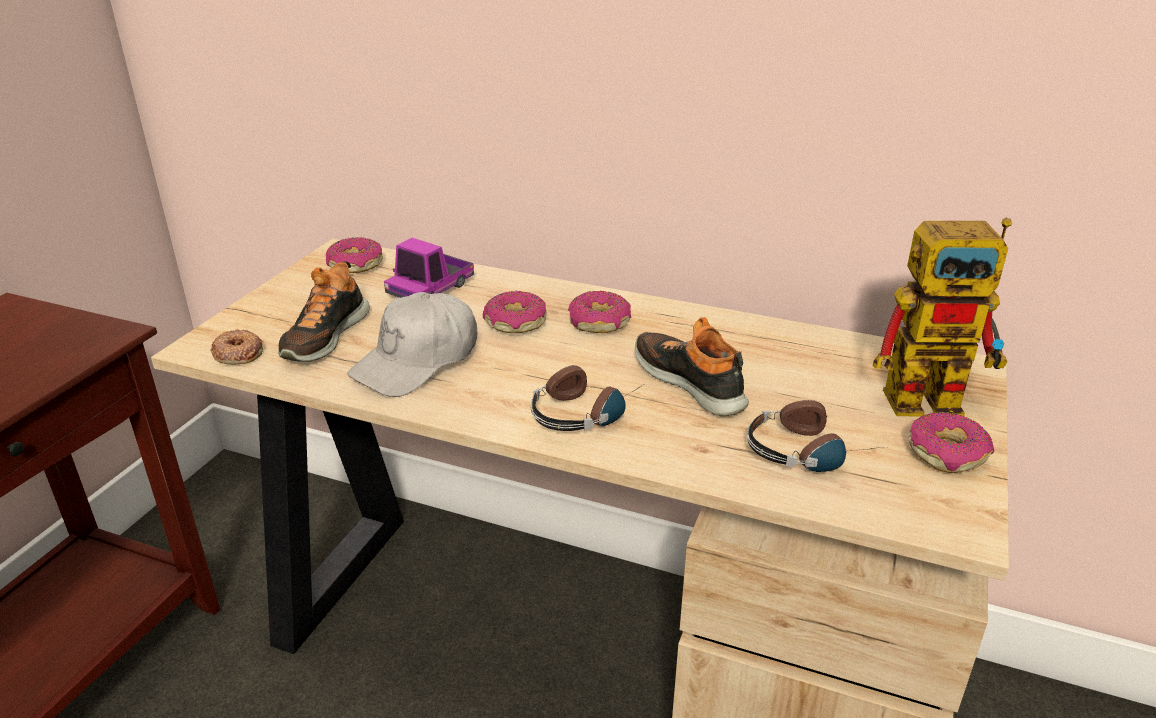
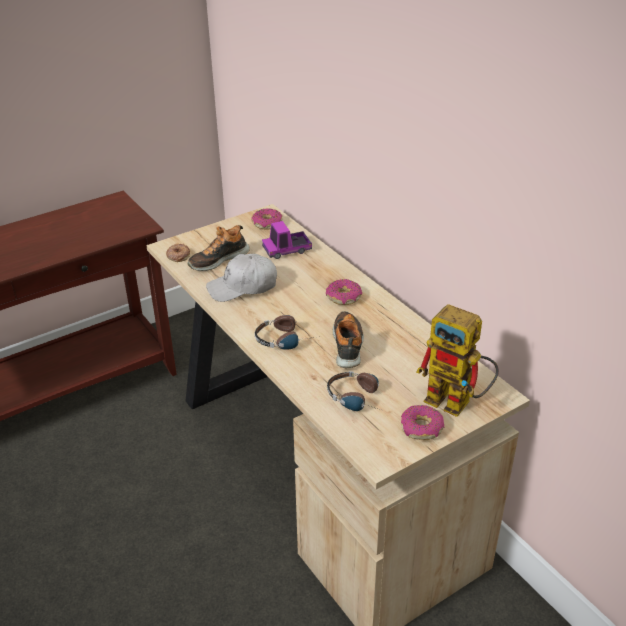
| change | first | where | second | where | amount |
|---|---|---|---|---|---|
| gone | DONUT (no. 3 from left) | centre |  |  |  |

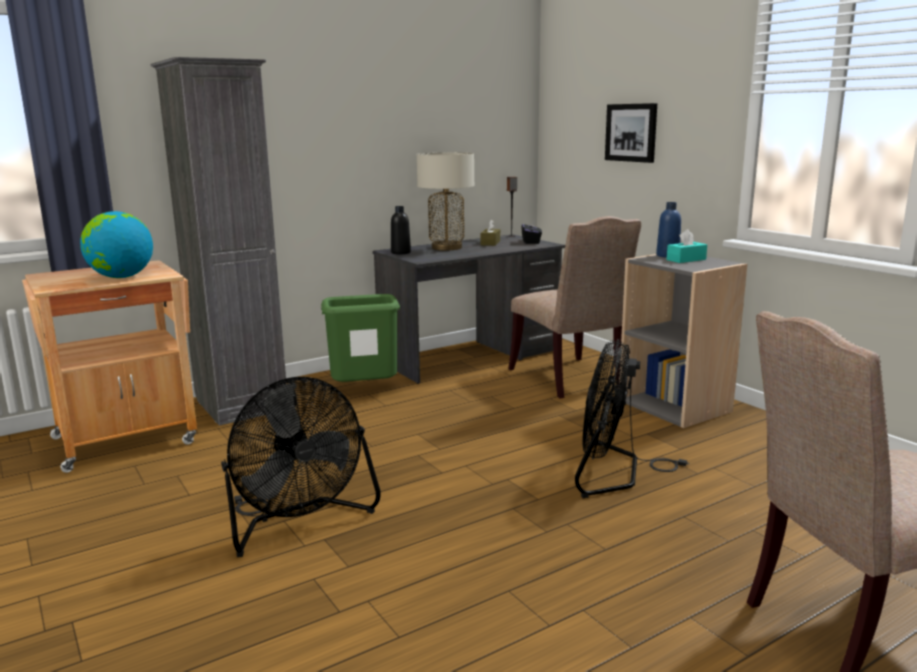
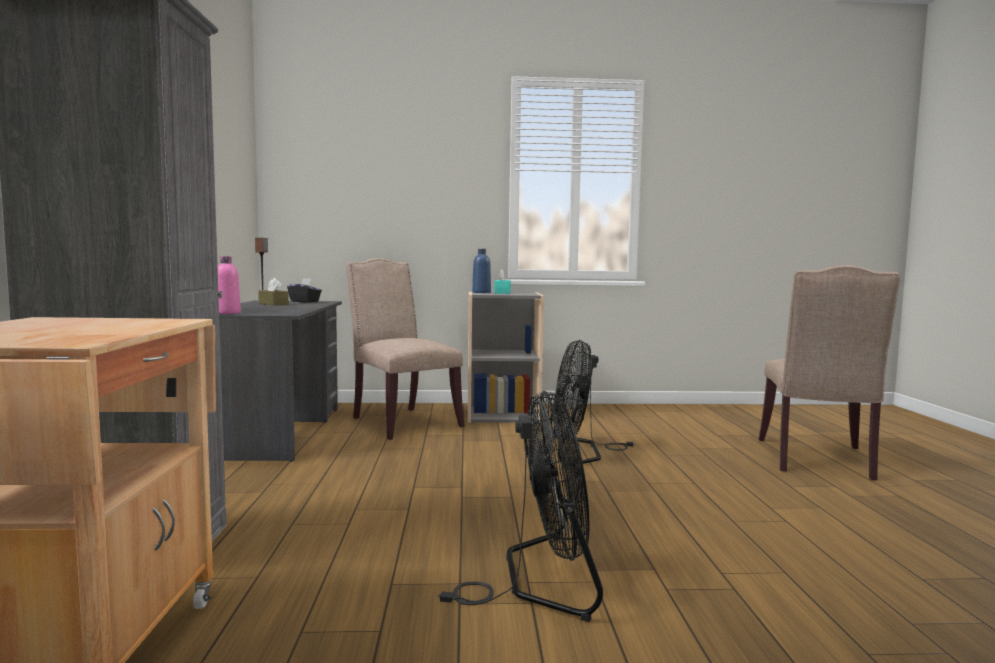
| change | first | where | second | where | amount |
|---|---|---|---|---|---|
| gone | GLOBE | middle left |  |  |  |
| gone | GREEN TRASH CAN | centre |  |  |  |
| gone | TABLE LAMP | top centre |  |  |  |
| gone | PICTURE | top right |  |  |  |
| repainted | BLACK BOTTLE | centre | PINK BOTTLE | middle left |  |
| rotated | BEIGE CHAIR (no. 1 from left) | centre |  | centre | 135 degrees counterclockwise |
| rotated | BLACK FAN (no. 2 from left) | middle right |  | centre | 45 degrees clockwise |

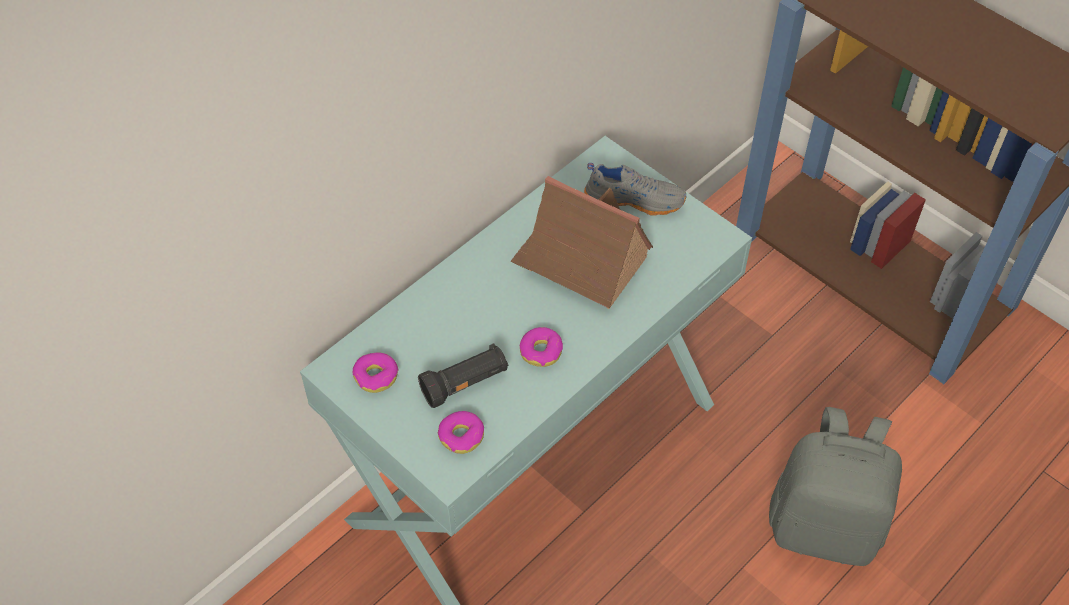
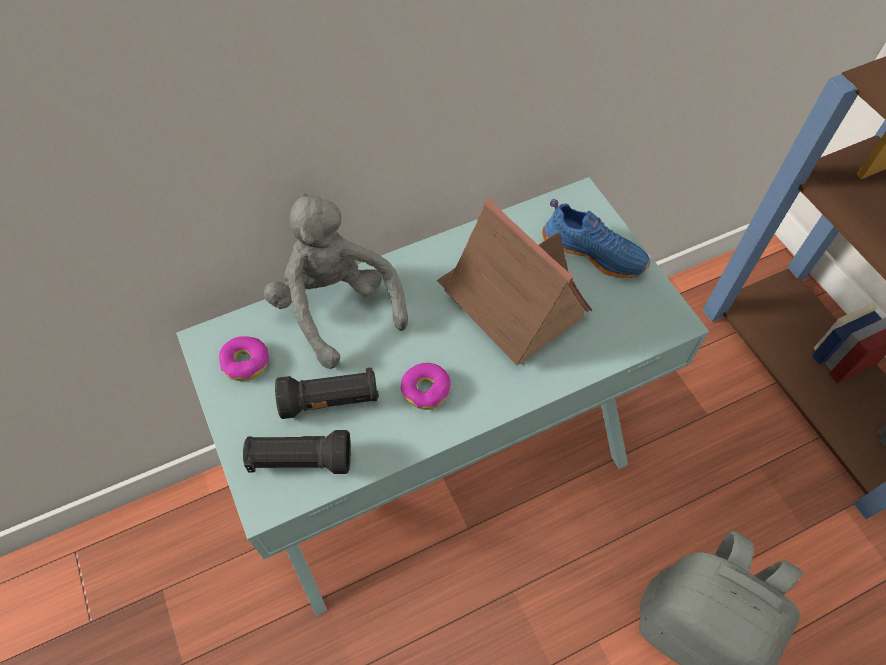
| change | first | where | second | where | amount |
|---|---|---|---|---|---|
| new |  |  | GREY PLUSH TOY | centre |  |
| swapped | DONUT (no. 2 from left) | bottom centre | BLACK FLASHLIGHT (no. 1 from left) | bottom centre |  |
| repainted | GREY SHOE | top centre | BLUE SHOE | middle right |  |

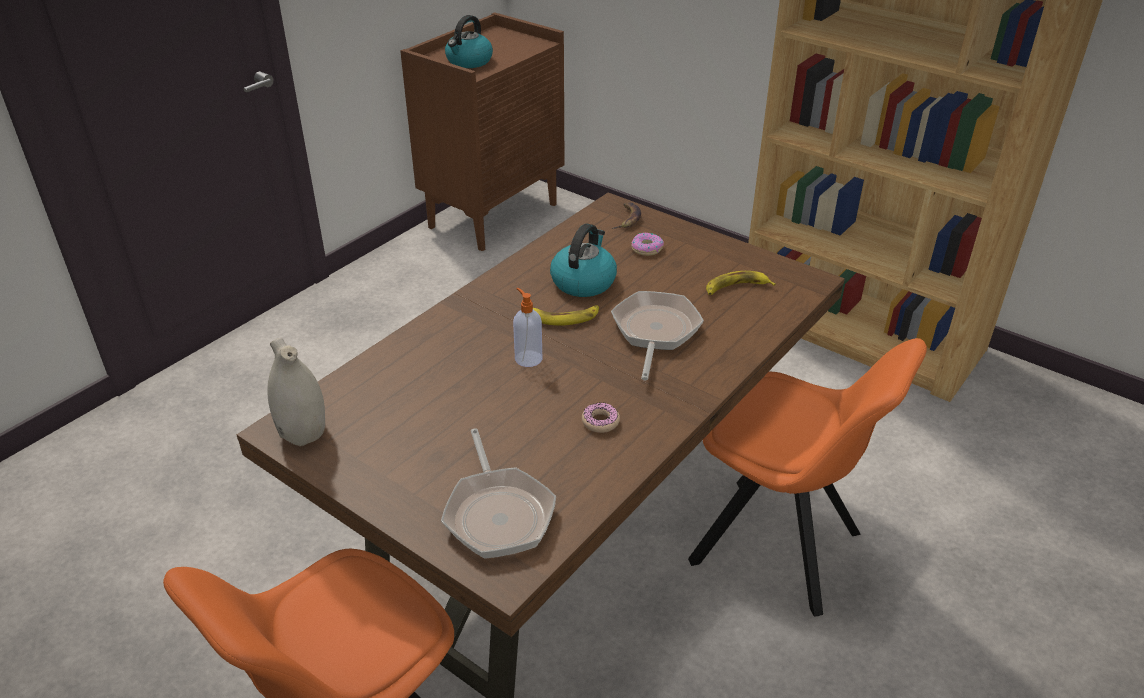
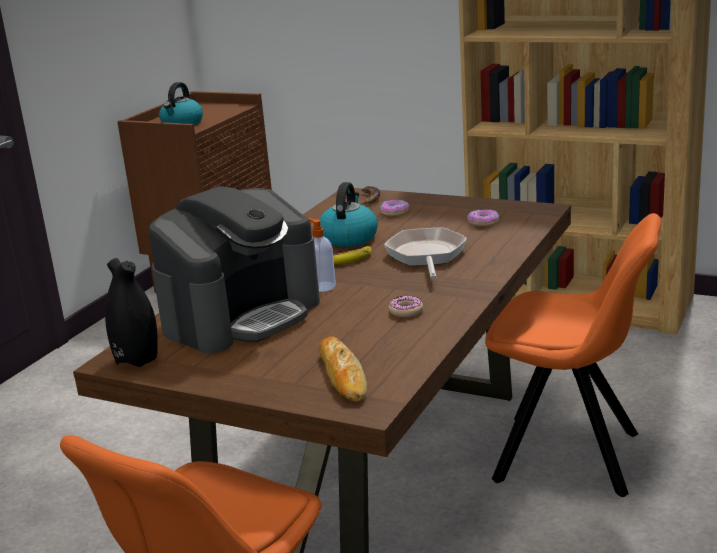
| change | first | where | second | where | amount |
|---|---|---|---|---|---|
| new |  |  | COFFEE MACHINE | middle left |  |
| swapped | FRYING PAN (no. 1 from left) | bottom centre | BREAD | bottom centre |  |
| swapped | BANANA (no. 3 from left) | centre | DONUT (no. 3 from left) | middle right |  |
| repainted | WHITE VASE | middle left | BLACK VASE | middle left |  |

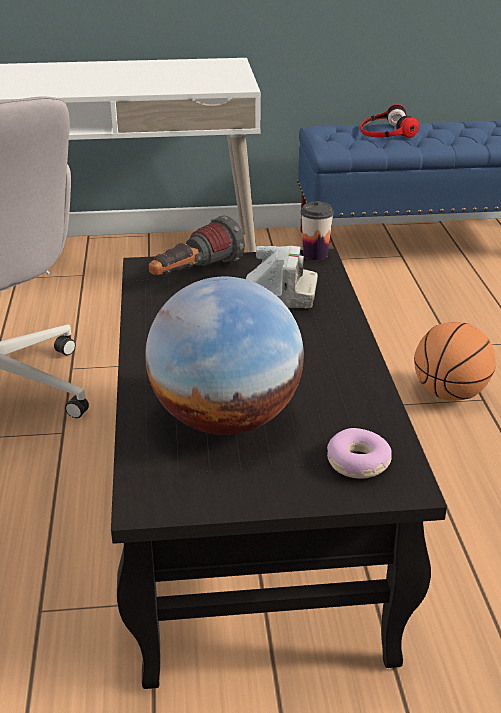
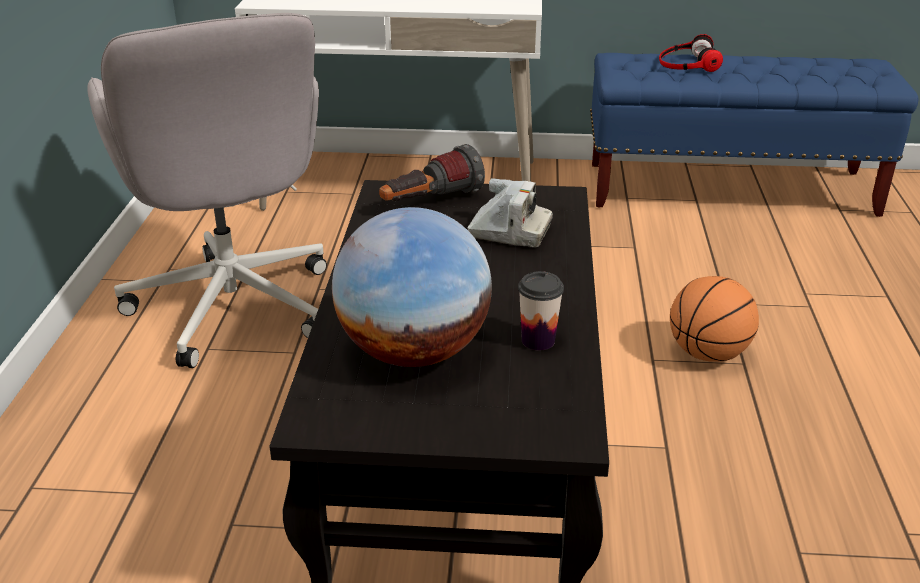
| change | first | where | second | where | amount |
|---|---|---|---|---|---|
| gone | DONUT | middle right |  |  |  |
| shifted | CUP | top centre |  | centre |  |

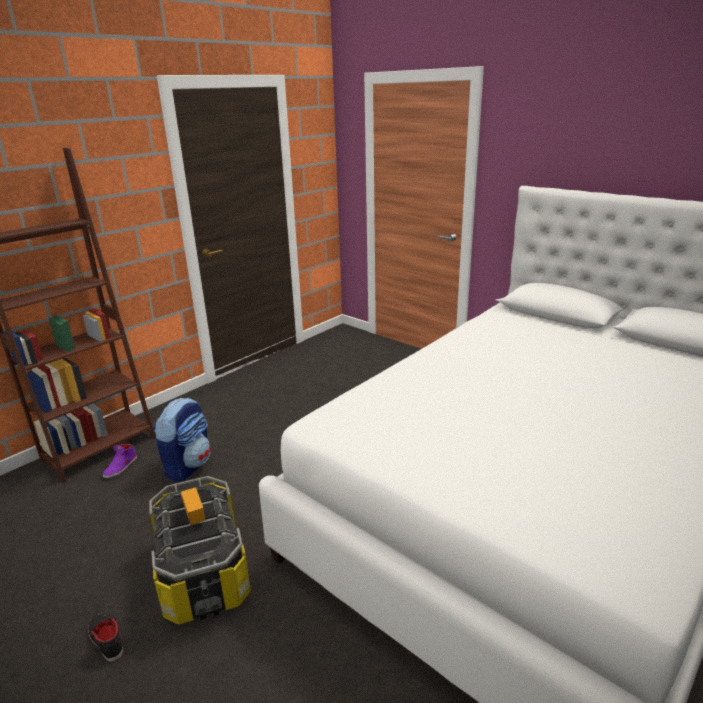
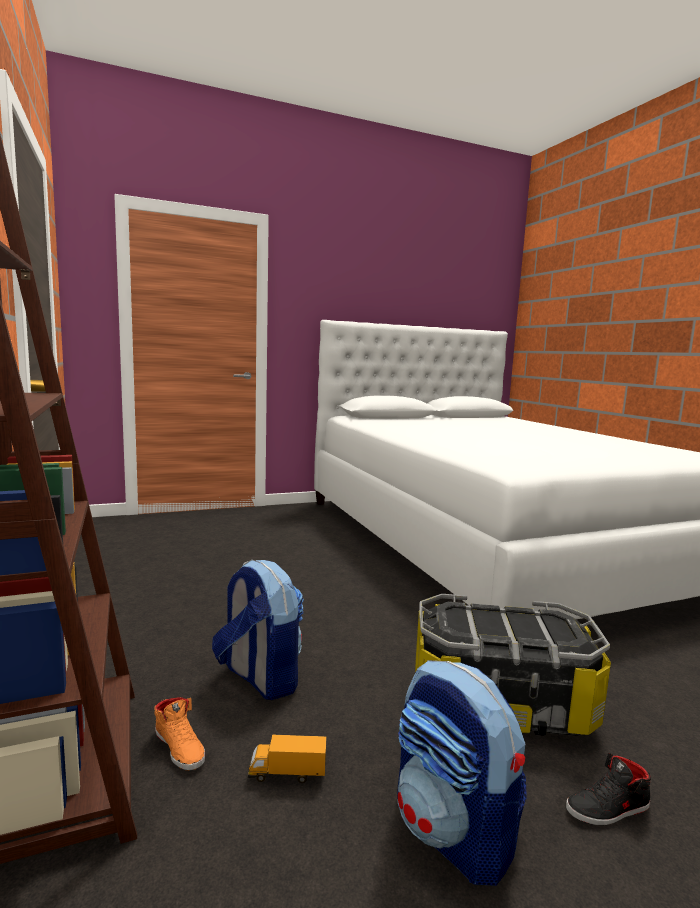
| change | first | where | second | where | amount |
|---|---|---|---|---|---|
| new |  |  | BACKPACK (no. 2 from left) | bottom centre |  |
| shifted | TOY TRUCK | bottom left |  | bottom centre |  |
| repainted | PURPLE SHOE | middle left | ORANGE SHOE | bottom left |  |

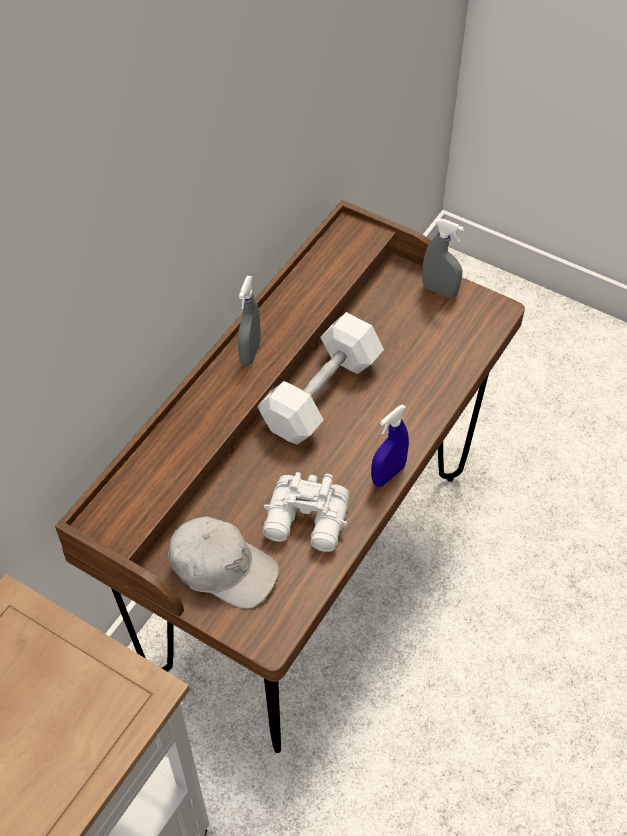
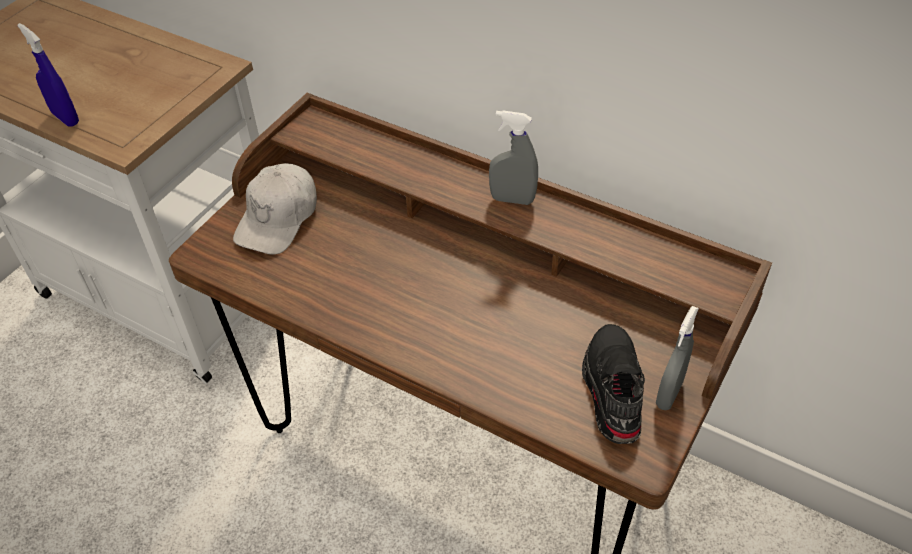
| change | first | where | second | where | amount |
|---|---|---|---|---|---|
| gone | WHITE DUMBBELL | centre |  |  |  |
| gone | WHITE BINOCULARS | centre |  |  |  |
| new |  |  | BLACK SHOE | bottom right |  |
| shifted | BLUE SPRAY BOTTLE | centre |  | top left |  |

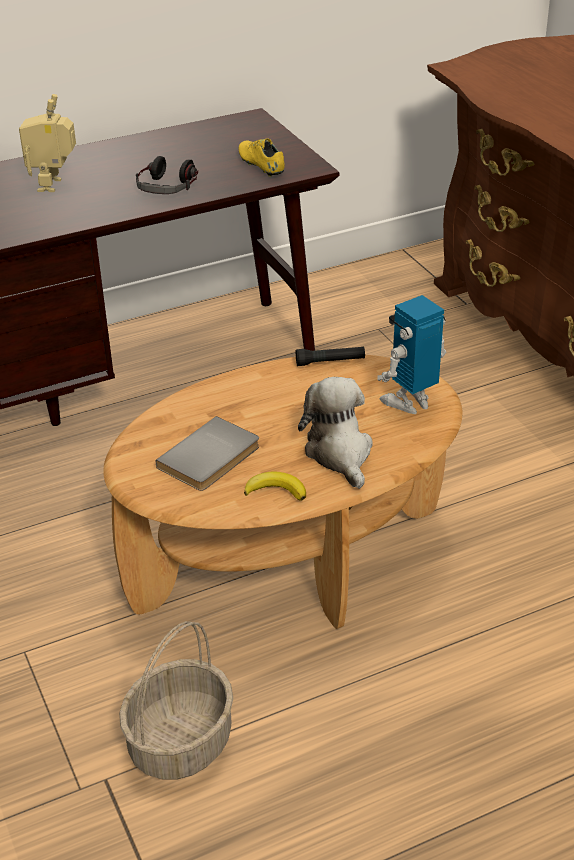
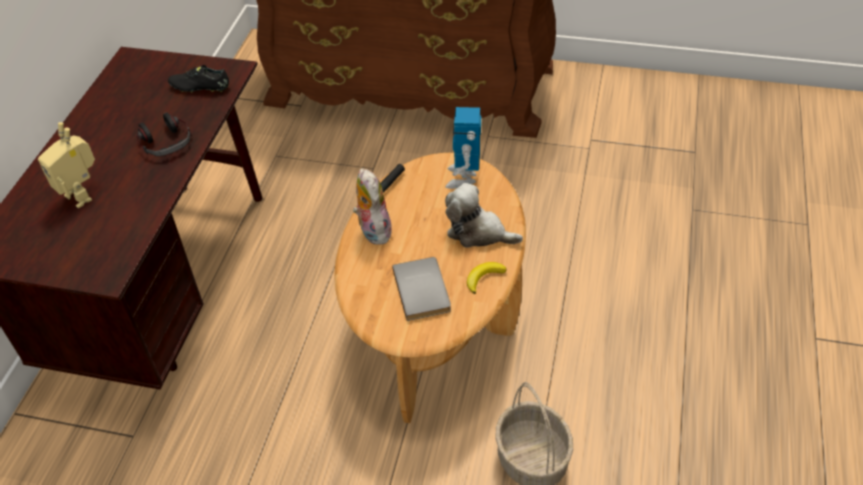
| change | first | where | second | where | amount |
|---|---|---|---|---|---|
| new |  |  | PLUSH TOY (no. 1 from left) | centre |  |
| repainted | YELLOW SHOE | top centre | BLACK SHOE | top left |  |

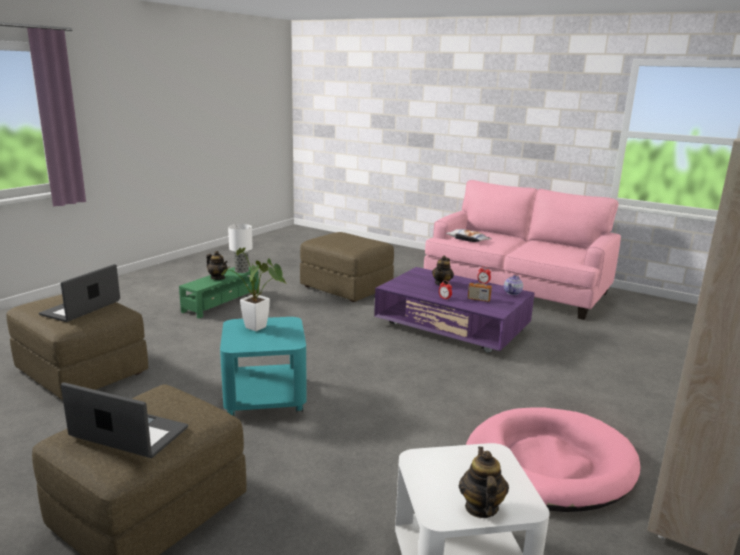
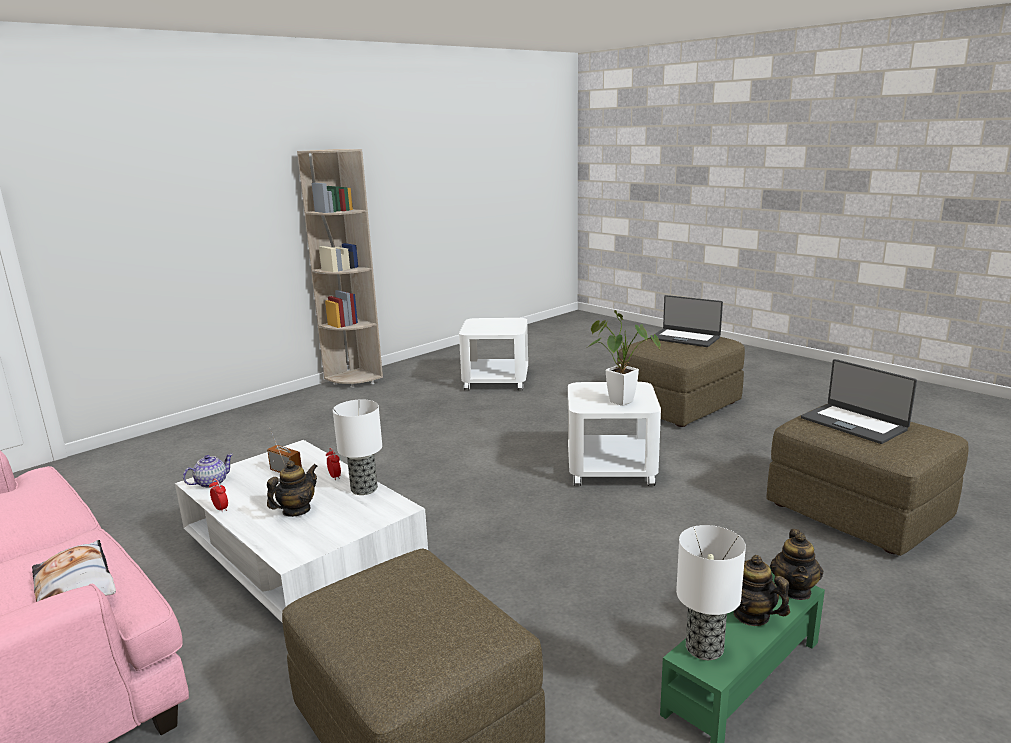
| change | first | where | second | where | amount |
|---|---|---|---|---|---|
| gone | PINK DOG BED | bottom right |  |  |  |
| new |  |  | TABLE LAMP (no. 1 from left) | centre |  |
| shifted | TEAPOT (no. 3 from left in the first image) | bottom centre | TEAPOT (no. 4 from left) | bottom right |  |
| repainted | TURQUOISE SIDE TABLE | centre | WHITE SIDE TABLE (no. 2 from left) | centre |  |
| repainted | PURPLE COFFEE TABLE | centre | WHITE COFFEE TABLE | bottom left |  |
| rotated | LAPTOP (no. 1 from left in the first image) | middle left | LAPTOP (no. 2 from left) | middle right | 105 degrees clockwise |

